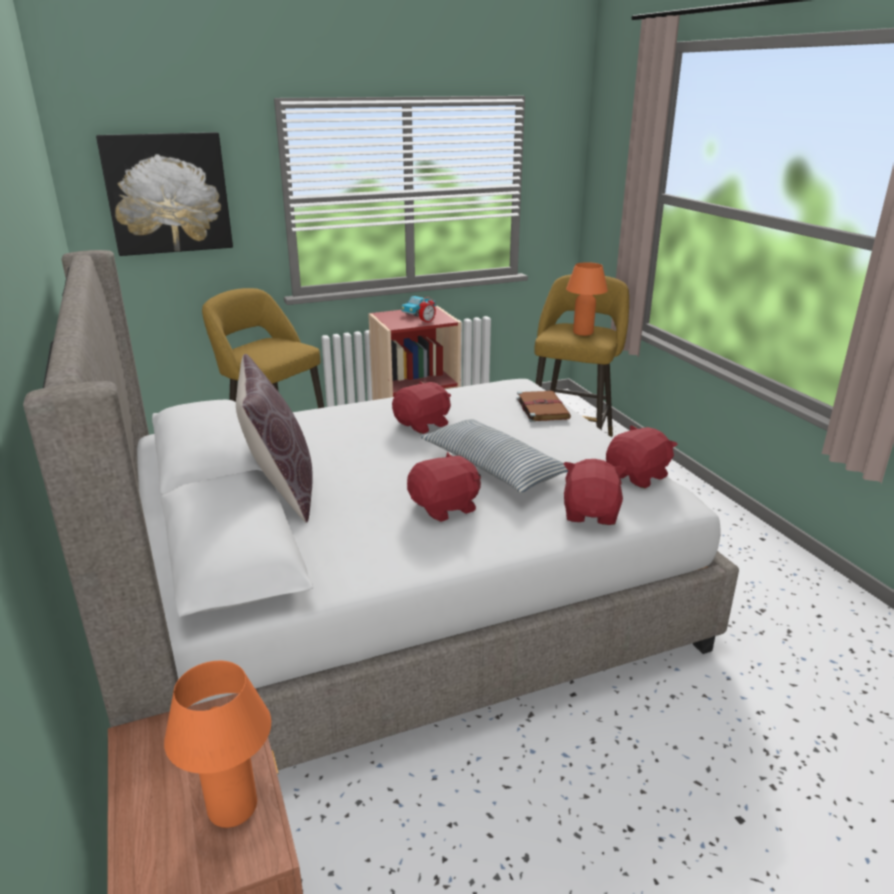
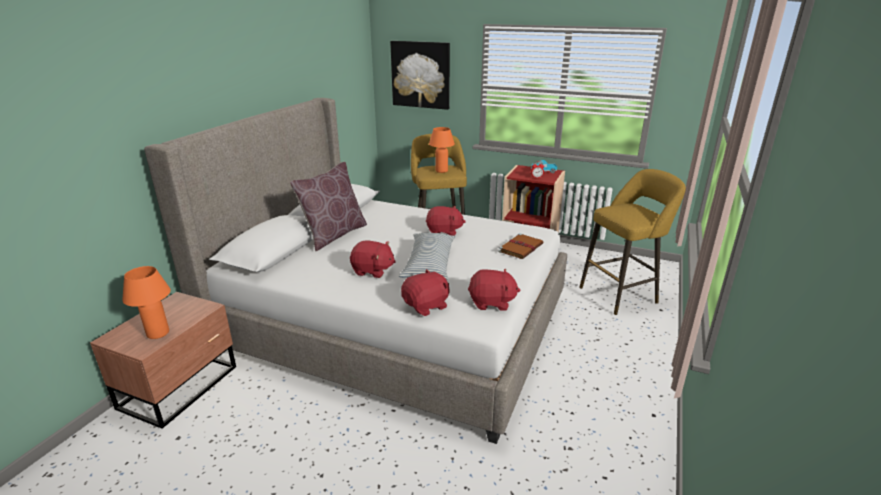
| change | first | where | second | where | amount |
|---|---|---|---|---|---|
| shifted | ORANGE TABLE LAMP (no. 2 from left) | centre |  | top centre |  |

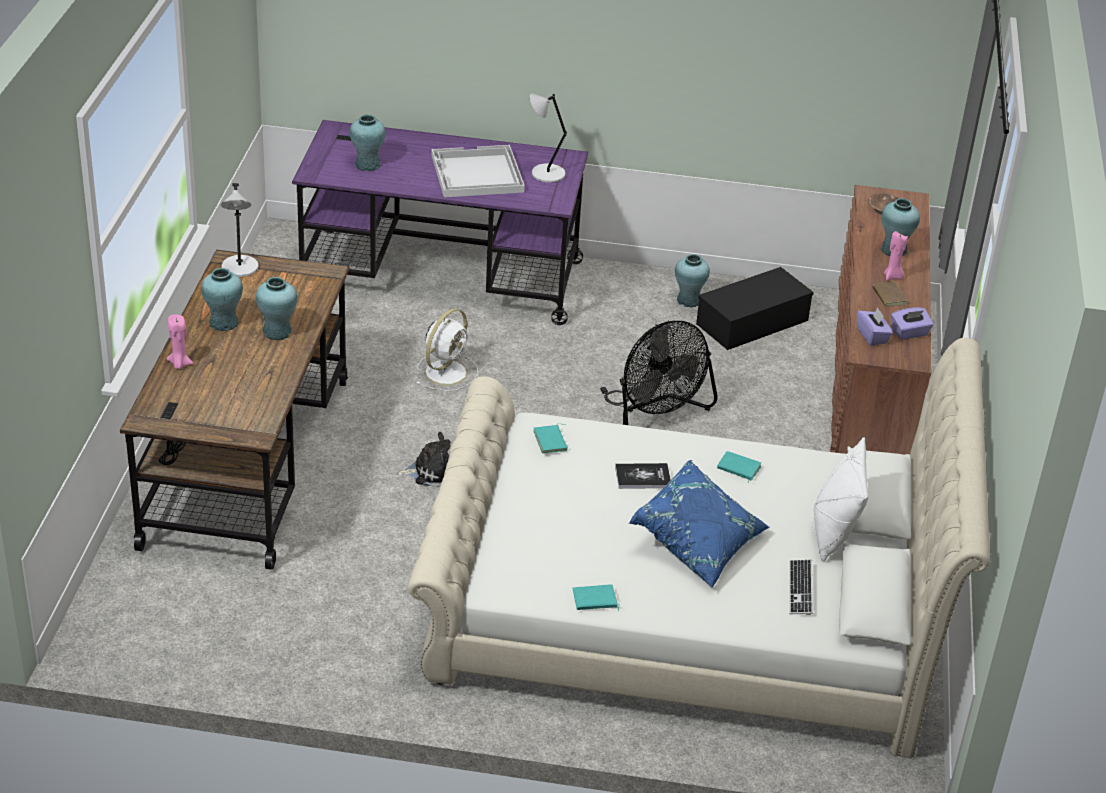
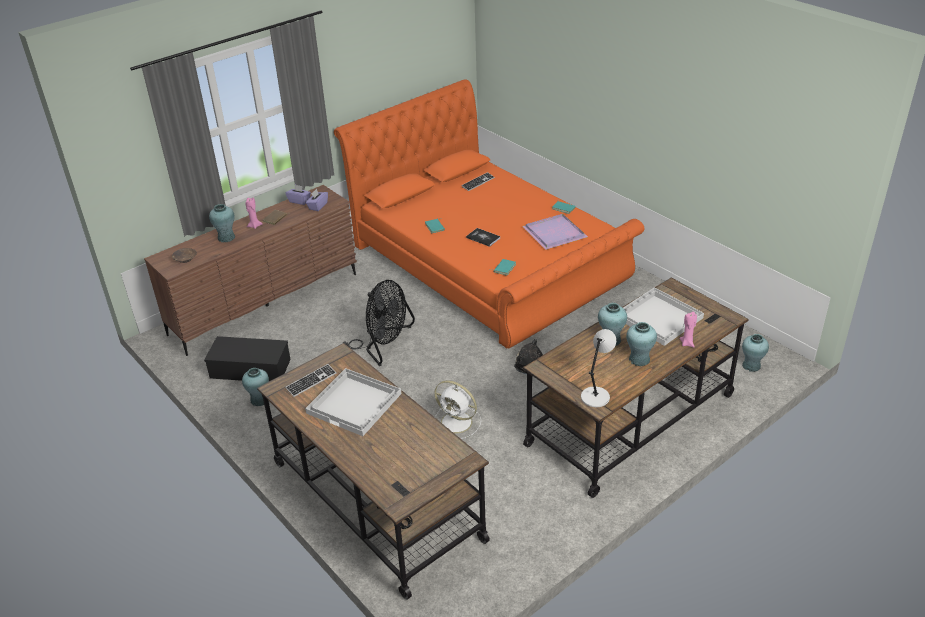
| change | first | where | second | where | amount |
|---|---|---|---|---|---|
| gone | BLUE PILLOW | centre |  |  |  |
| gone | WHITE PILLOW | middle right |  |  |  |
| new |  |  | PURPLE TRAY | centre |  |
| new |  |  | WHITE TRAY (no. 2 from left) | middle right |  |
| shifted | TURQUOISE VASE (no. 3 from left in the first image) | top left | TURQUOISE VASE (no. 5 from left) | middle right |  |
| swapped | GREY TABLE LAMP (no. 2 from left) | top centre | KEYBOARD (no. 1 from left) | centre |  |
| repainted | PURPLE DESK | top centre | BROWN DESK (no. 1 from left) | bottom centre |  |
| repainted | BEIGE BED | bottom centre | ORANGE BED | centre |  |
| rotated | WHITE FAN | centre |  | centre | 135 degrees counterclockwise |
| rotated | BLACK FAN | centre |  | centre | 105 degrees clockwise |

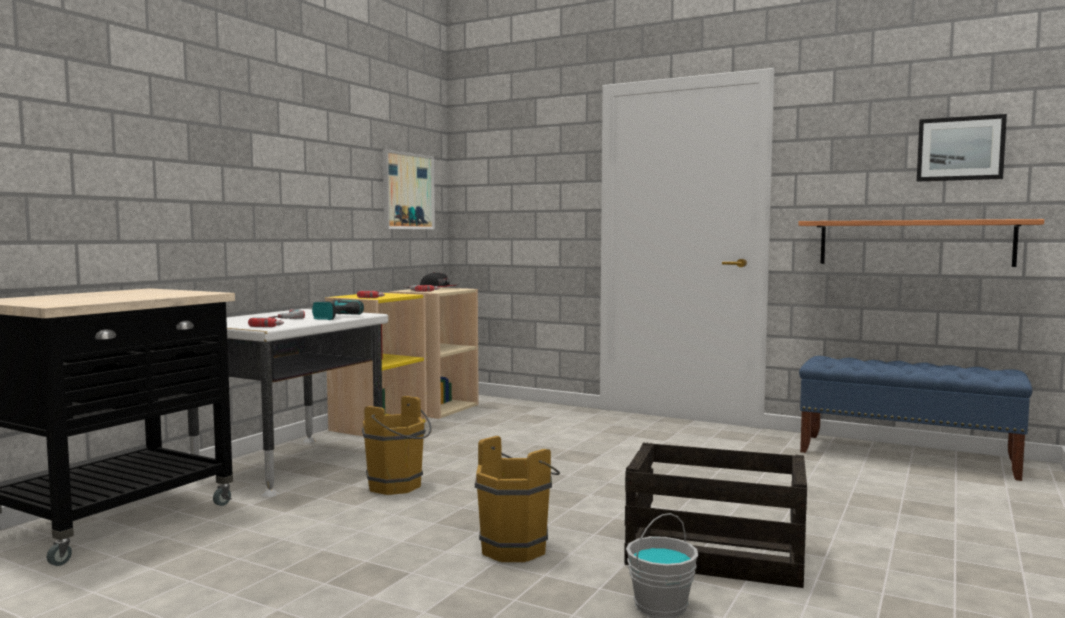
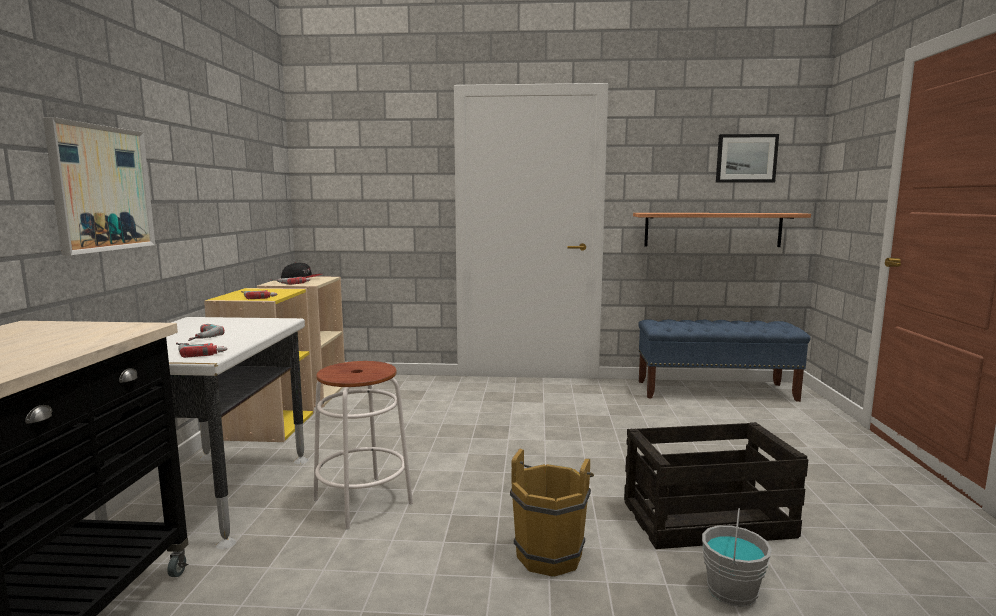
| change | first | where | second | where | amount |
|---|---|---|---|---|---|
| gone | POWER DRILL (no. 3 from left) | middle left |  |  |  |
| shifted | PICTURE (no. 1 from left) | top centre |  | top left |  |
| swapped | BROWN BUCKET (no. 1 from left) | bottom centre | WHITE STOOL | bottom centre |  |

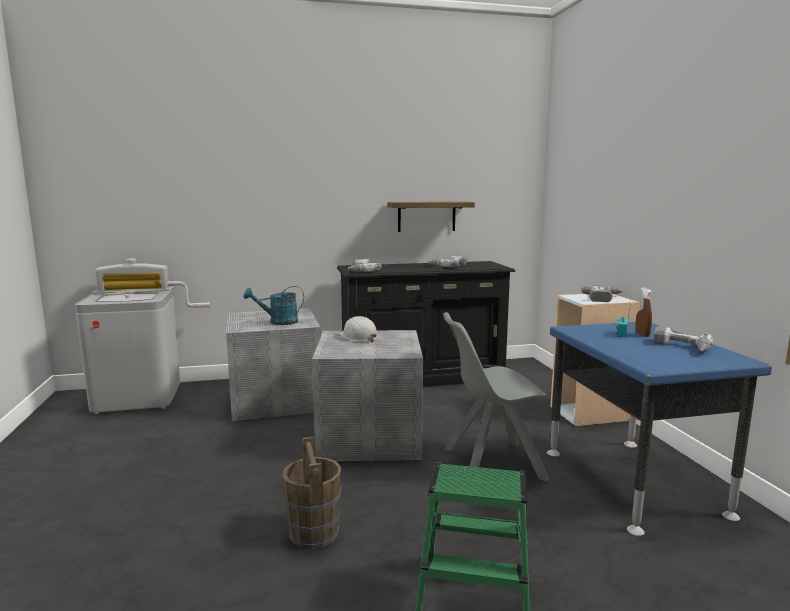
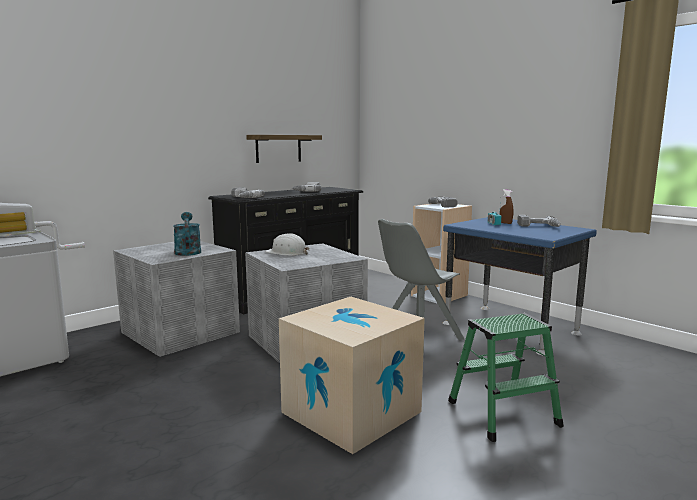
| change | first | where | second | where | amount |
|---|---|---|---|---|---|
| swapped | BROWN BUCKET | bottom centre | CARDBOARD BOX | bottom centre |  |
| rotated | TURQUOISE WATERING CAN | centre |  | middle left | 120 degrees clockwise |

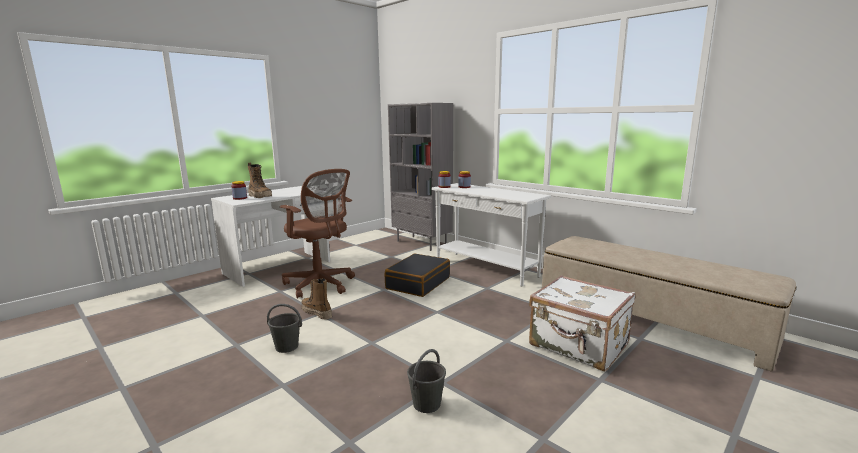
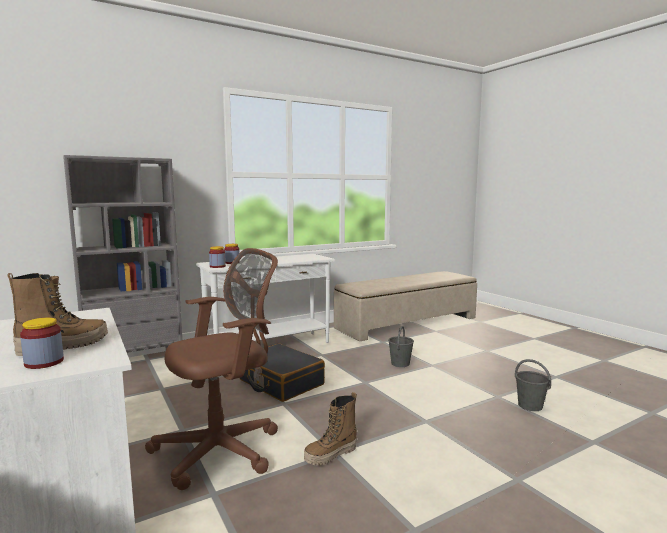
| change | first | where | second | where | amount |
|---|---|---|---|---|---|
| gone | WHITE SUITCASE | bottom right |  |  |  |
| shifted | GREY BUCKET (no. 1 from left) | bottom left |  | centre |  |

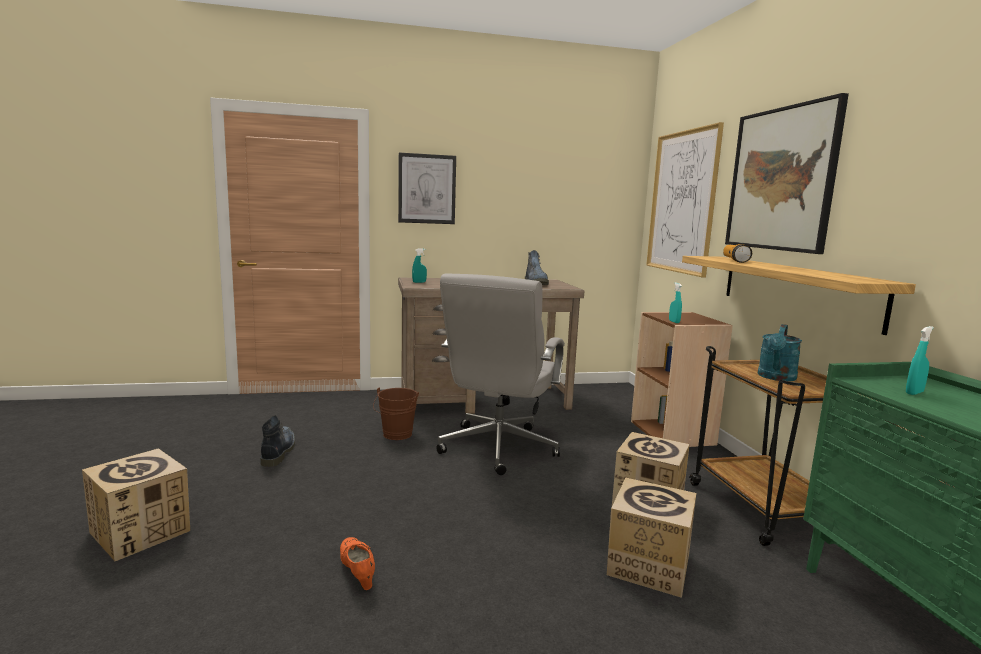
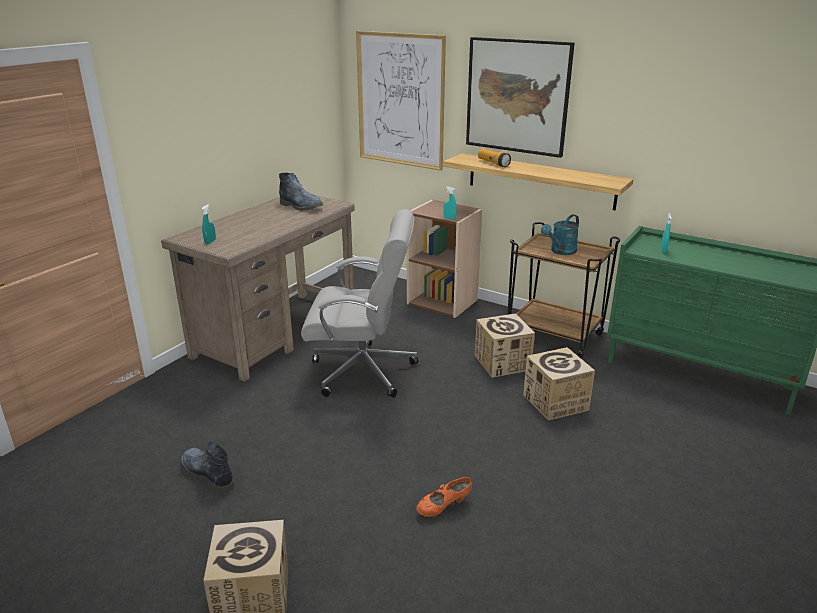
| change | first | where | second | where | amount |
|---|---|---|---|---|---|
| gone | BROWN BUCKET | centre |  |  |  |
| gone | PICTURE (no. 1 from left) | top centre |  |  |  |
| rotated | ORANGE SHOE | bottom centre |  | bottom centre | 45 degrees counterclockwise |
| rotated | GREY OFFICE CHAIR | centre |  | centre | 60 degrees counterclockwise |
| rotated | TURQUOISE WATERING CAN | middle right |  | middle right | 60 degrees clockwise |

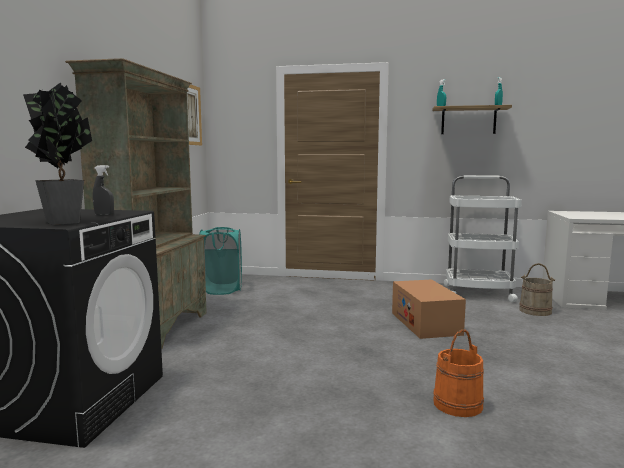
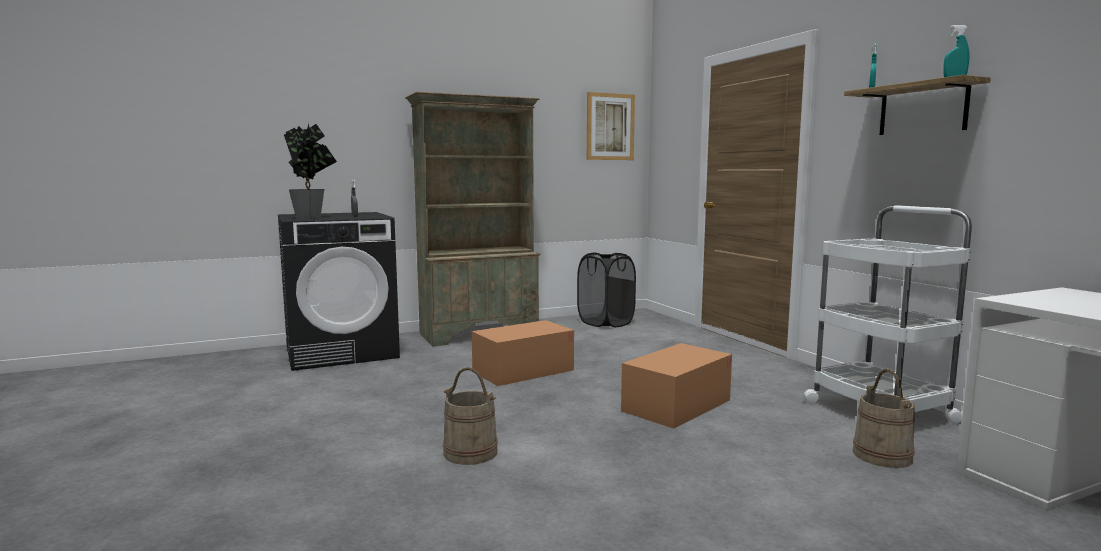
| change | first | where | second | where | amount |
|---|---|---|---|---|---|
| new |  |  | CARDBOARD BOX (no. 1 from left) | centre |  |
| repainted | TURQUOISE LAUNDRY BASKET | centre | BLACK LAUNDRY BASKET | centre |  |
| repainted | ORANGE BUCKET | bottom right | BEIGE BUCKET (no. 1 from left) | bottom centre |  |

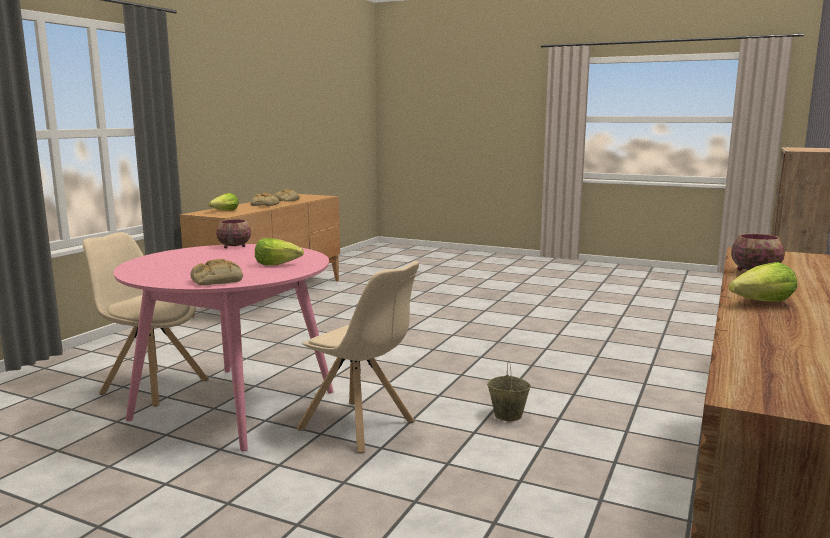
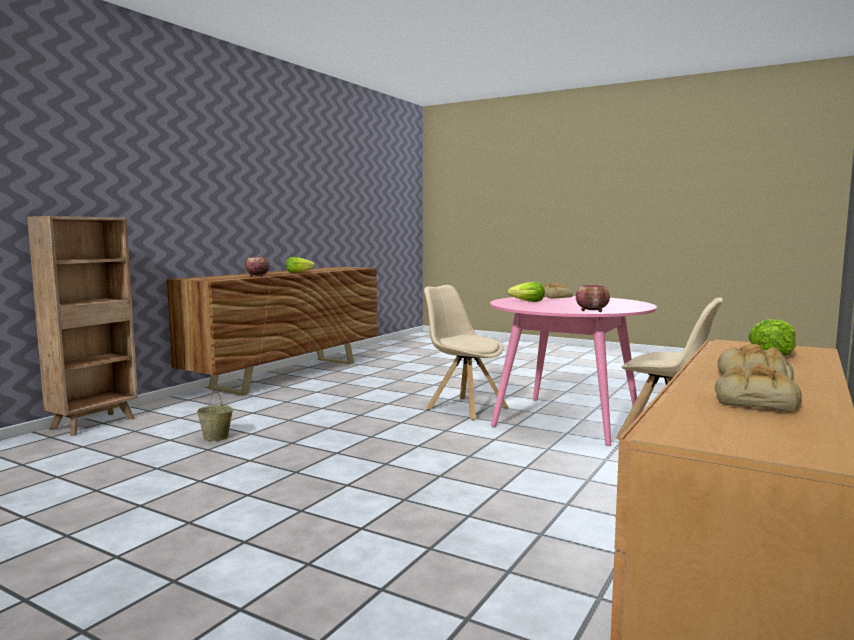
| change | first | where | second | where | amount |
|---|---|---|---|---|---|
| shifted | BEIGE BUCKET | bottom centre |  | middle left |  |

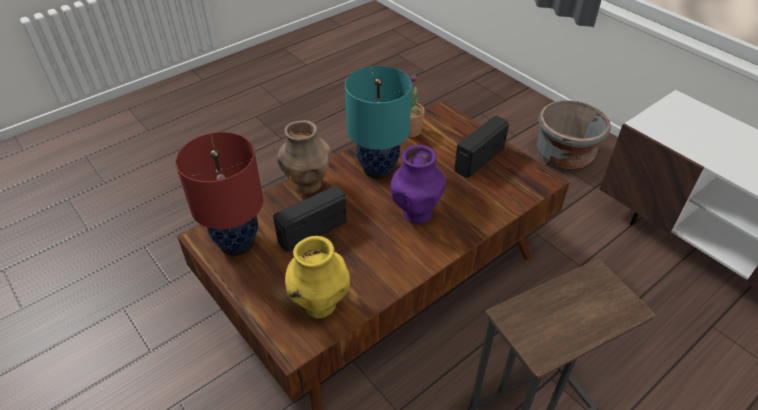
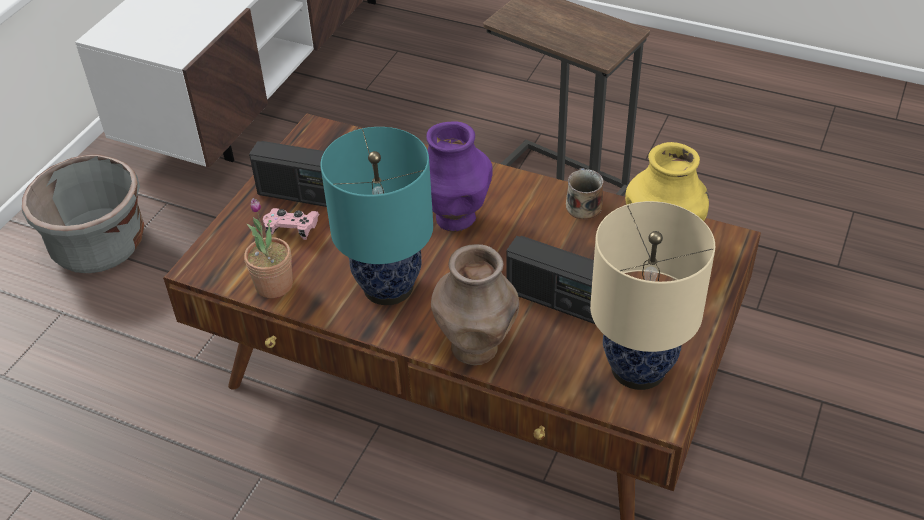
| change | first | where | second | where | amount |
|---|---|---|---|---|---|
| new |  |  | PINK GAME CONTROLLER | middle left |  |
| new |  |  | MUG | centre |  |
| repainted | RED TABLE LAMP | middle left | BEIGE TABLE LAMP | middle right |  |

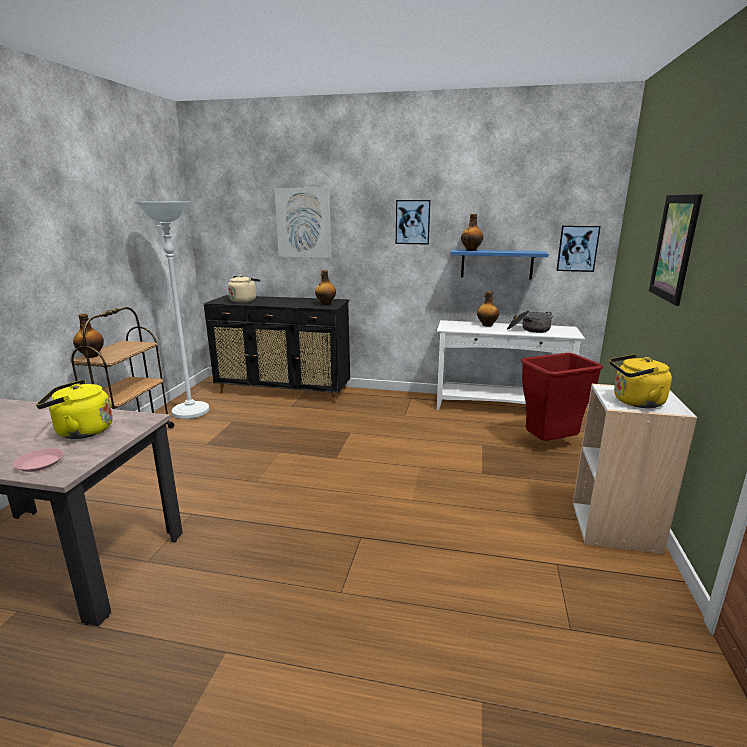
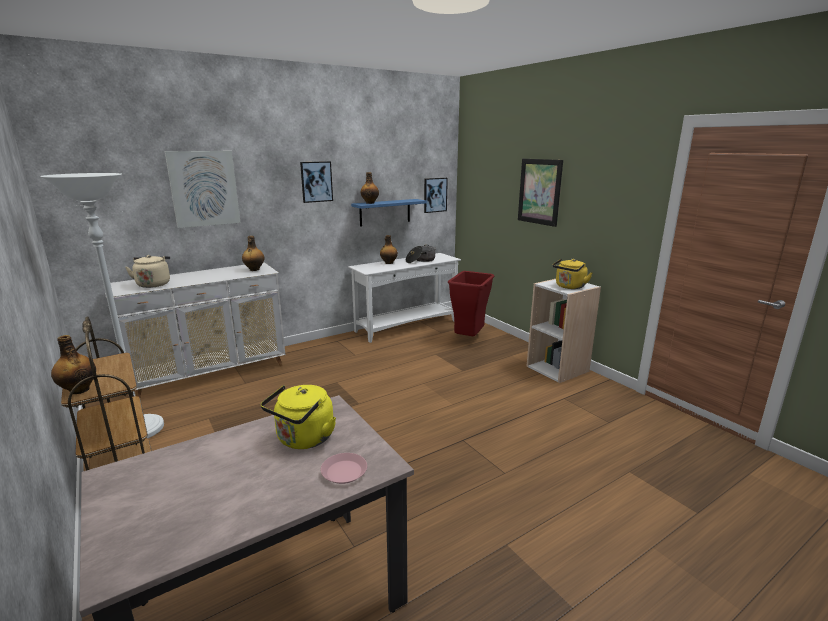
| change | first | where | second | where | amount |
|---|---|---|---|---|---|
| repainted | BLACK CABINET | centre | WHITE CABINET | middle left |  |

